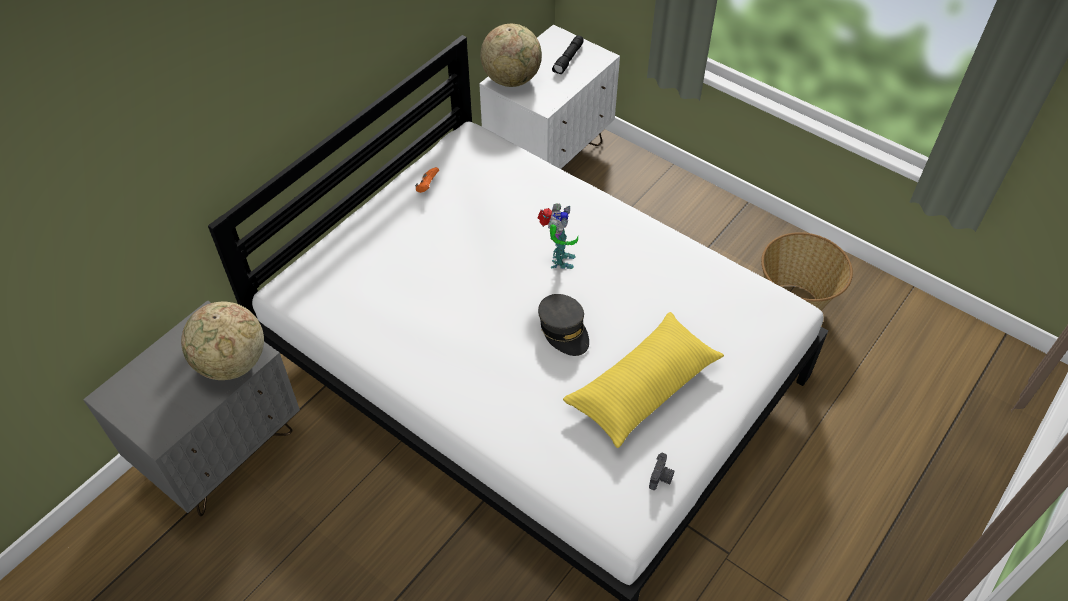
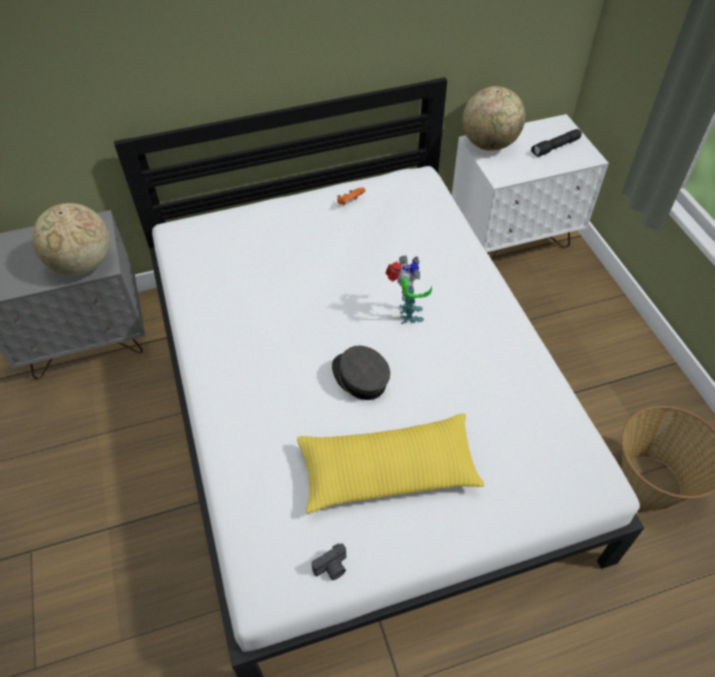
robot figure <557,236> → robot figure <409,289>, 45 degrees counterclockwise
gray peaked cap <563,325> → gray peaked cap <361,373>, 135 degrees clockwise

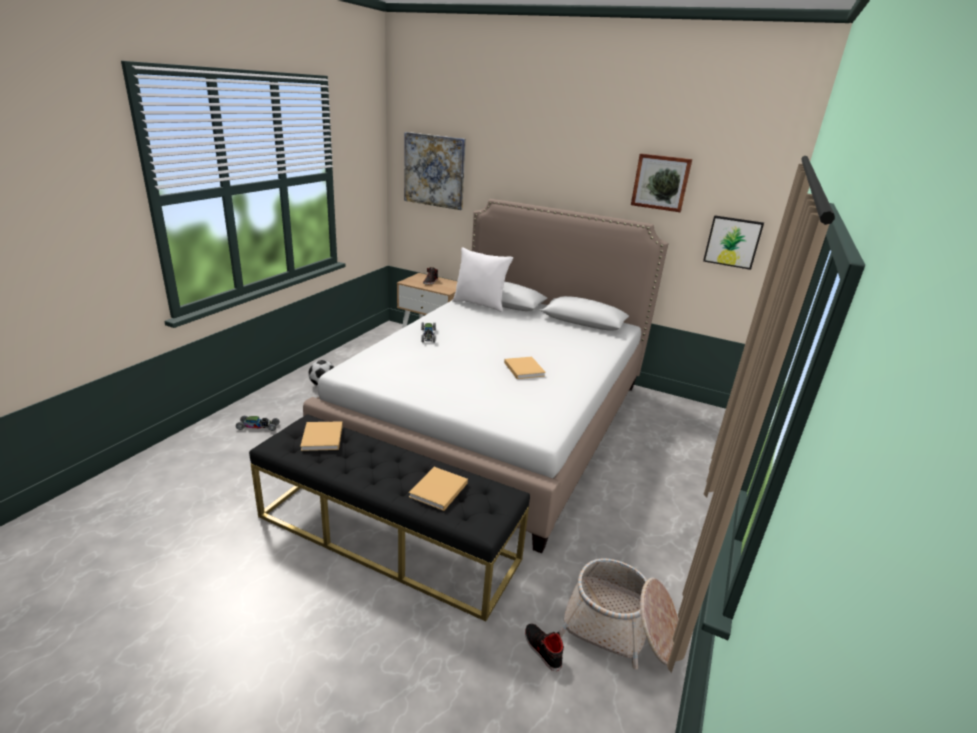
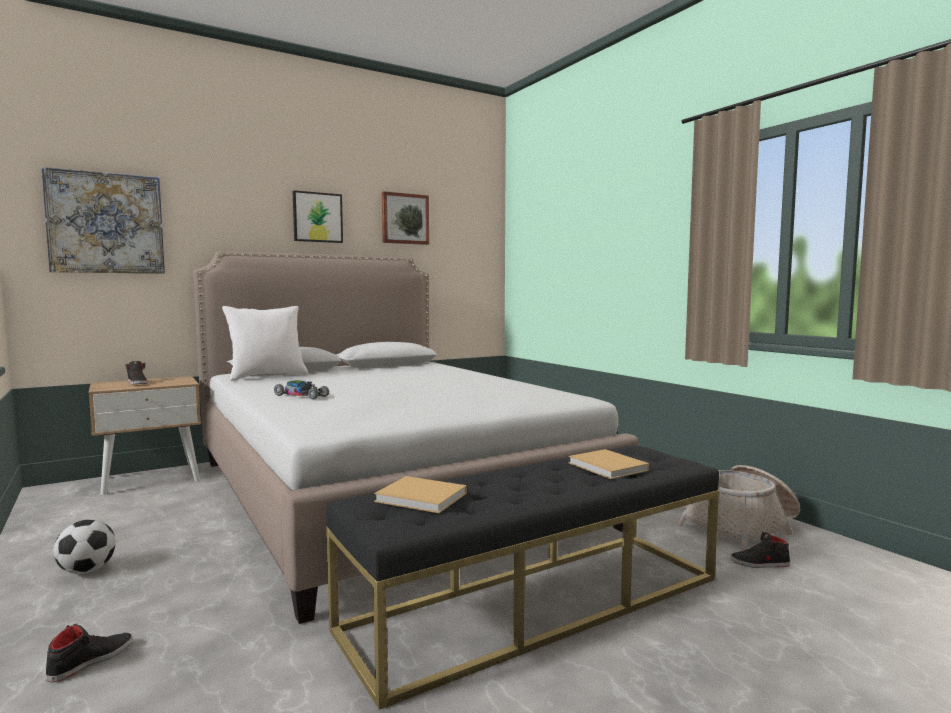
wall art <733,243> → wall art <318,216>, shifted
beige-coloured volume <525,368> → -
toy car <258,423> → black-coloured item of footwear <89,653>

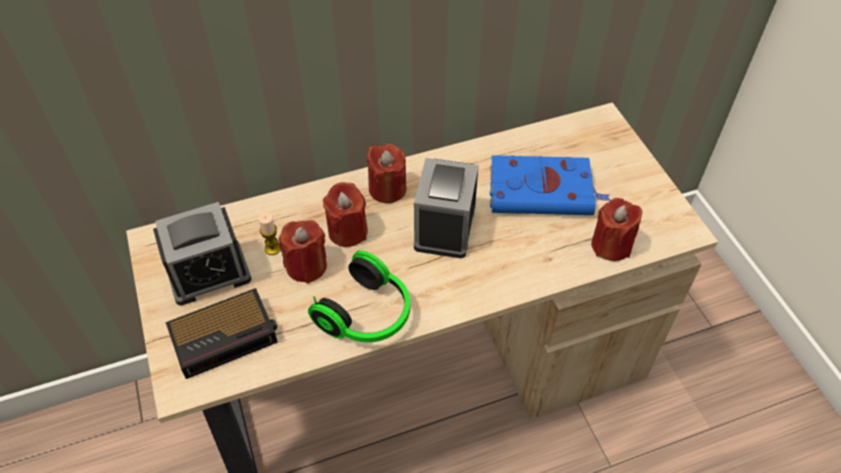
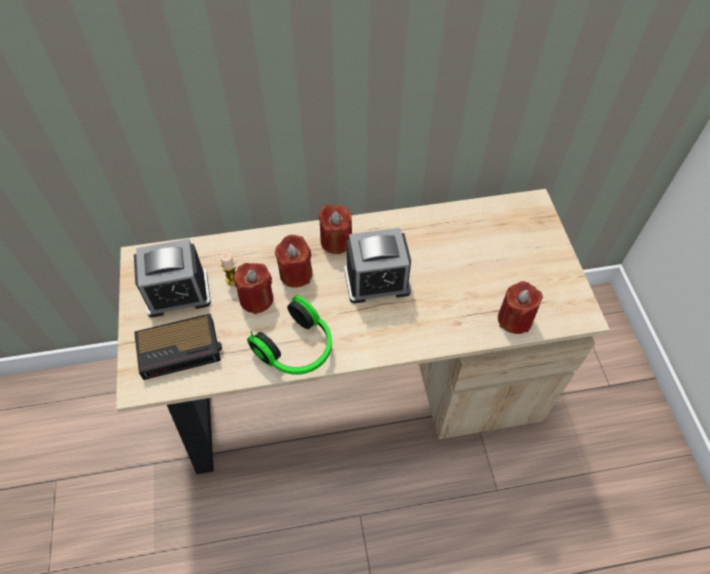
bluish volume <550,185> → -
table clock <446,208> → table clock <377,265>, 120 degrees counterclockwise

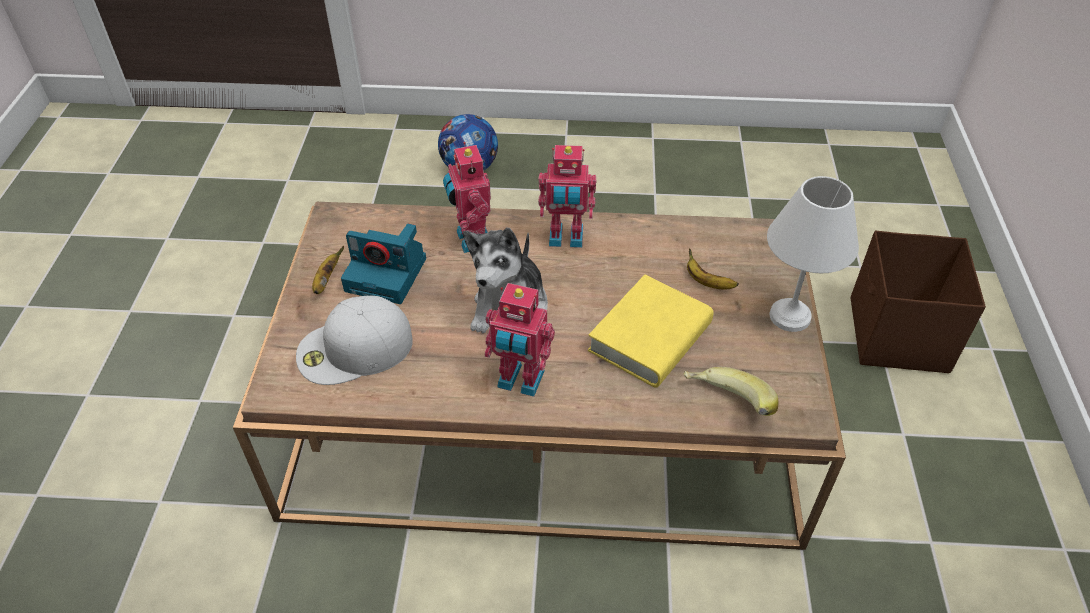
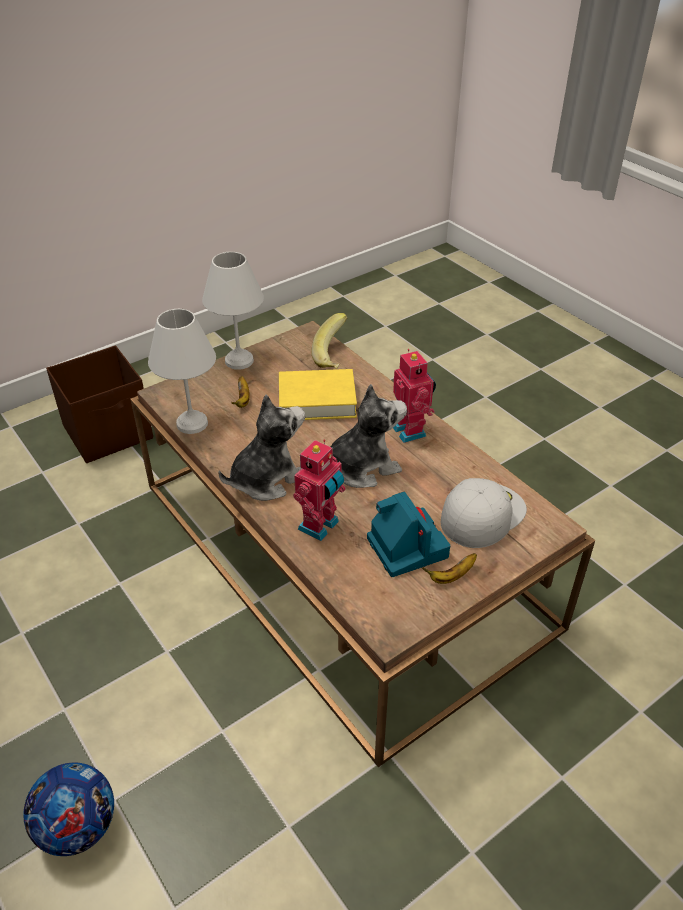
robot figure <567,196> → soft toy <261,447>
whitish peaked cap <354,340> → whitish peaked cap <484,513>, 75 degrees counterclockwise
- → whitish tabletop lamp <182,371>

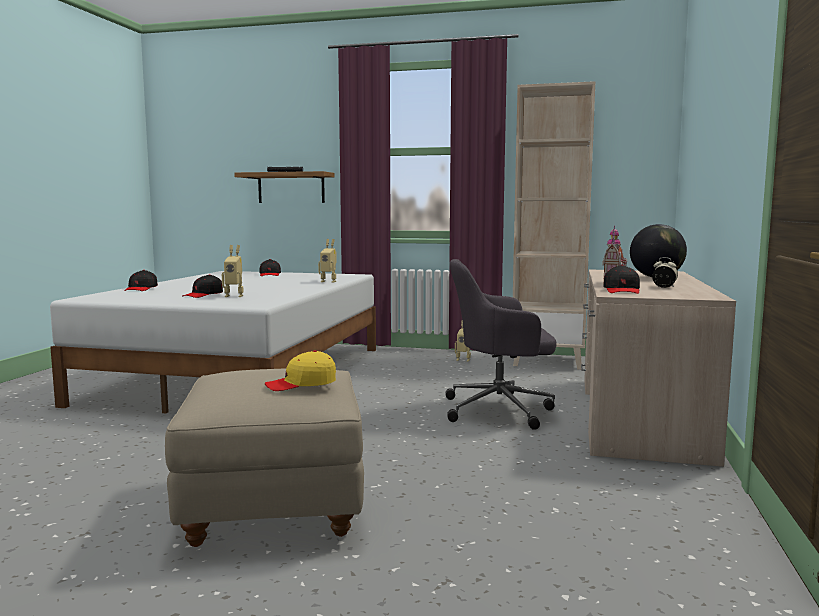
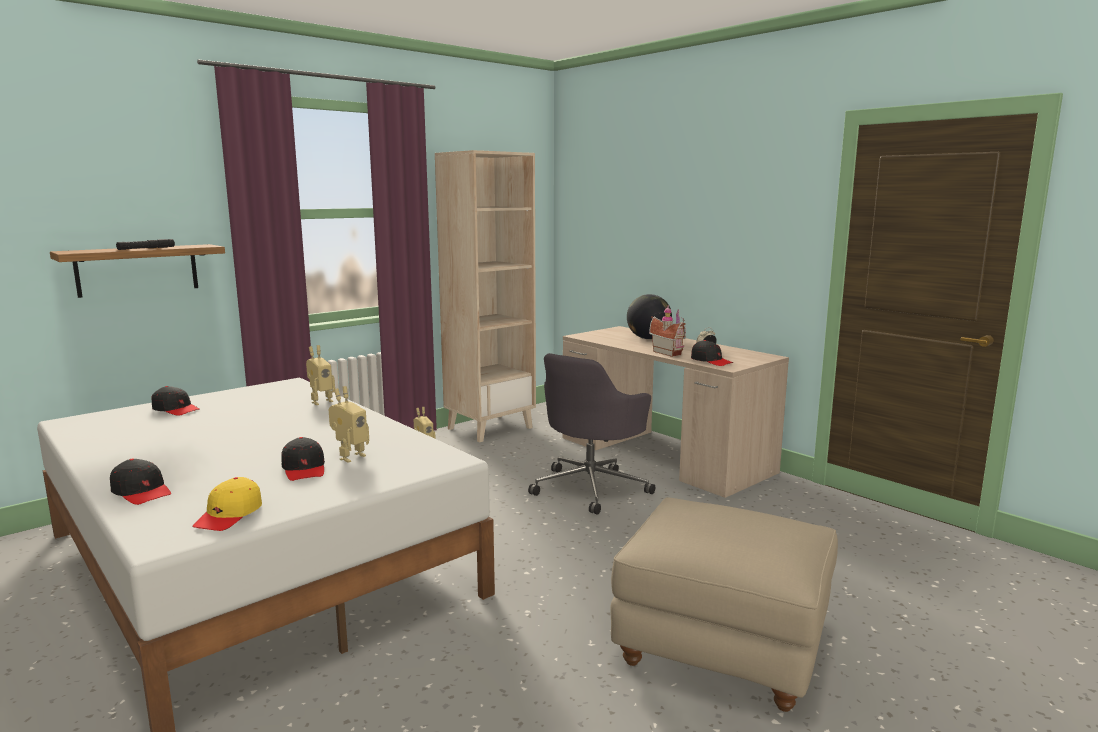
yellow peaked cap <300,370> → yellow peaked cap <227,504>, shifted

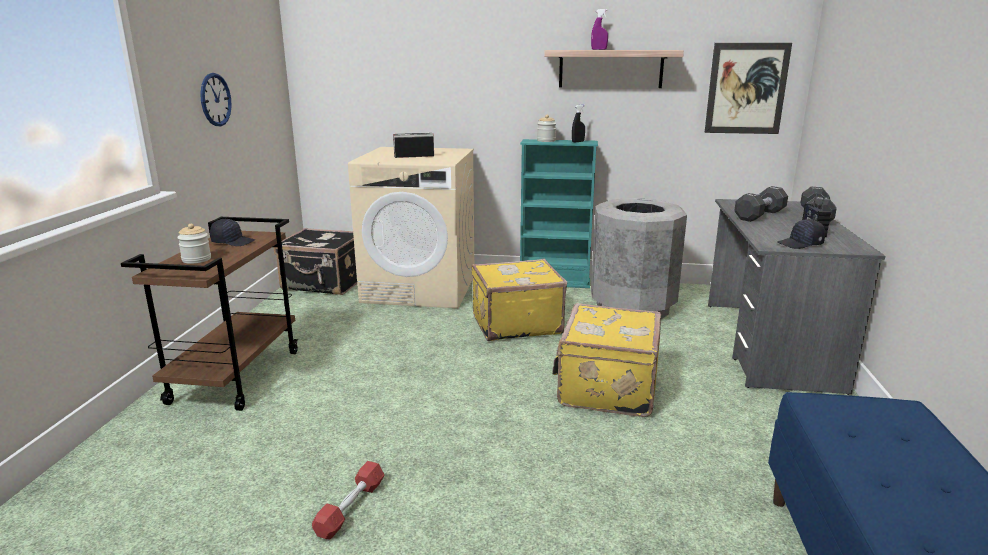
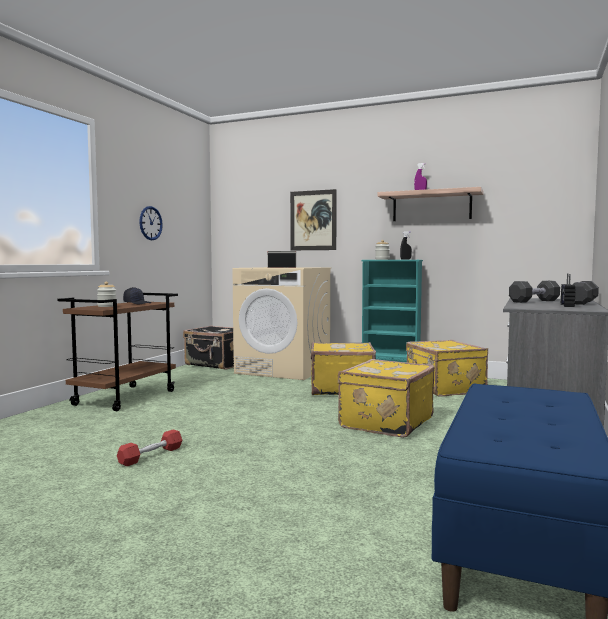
wall art <748,88> → wall art <313,219>, shifted
gray waste bin <639,258> → yellow travel case <447,368>
black-coloured peaked cap <801,234> → -

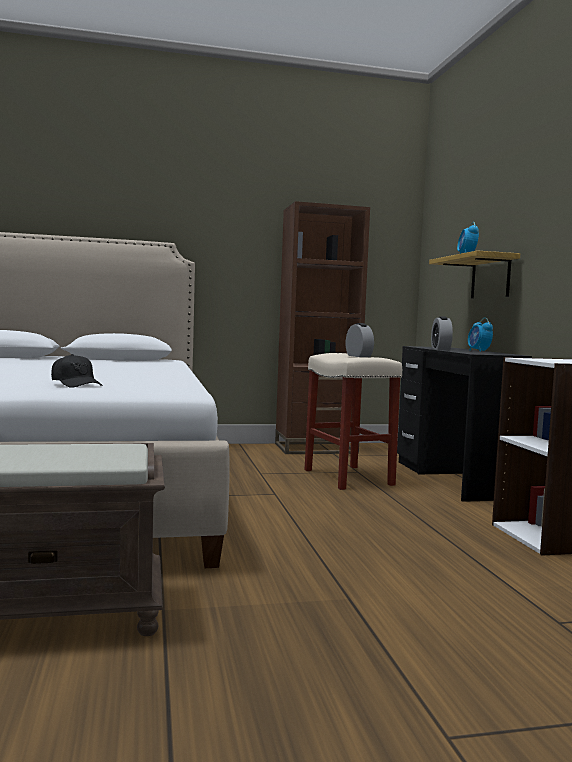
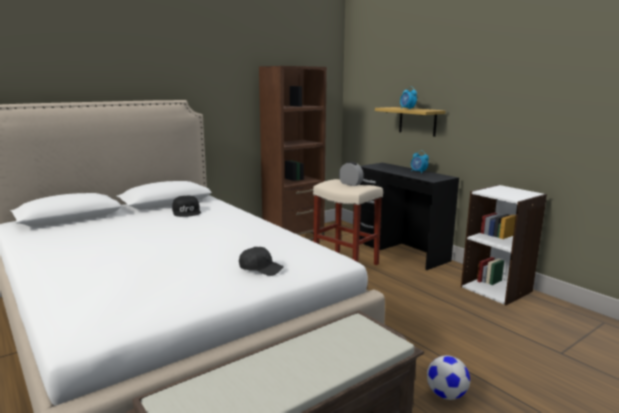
table clock <442,333> → -
- → black-coloured peaked cap <186,206>
- → ball for football <448,377>

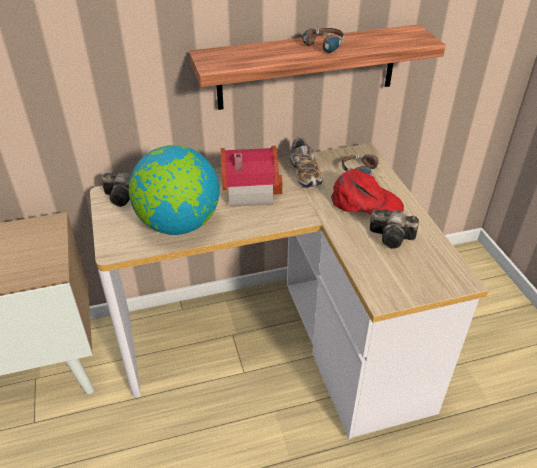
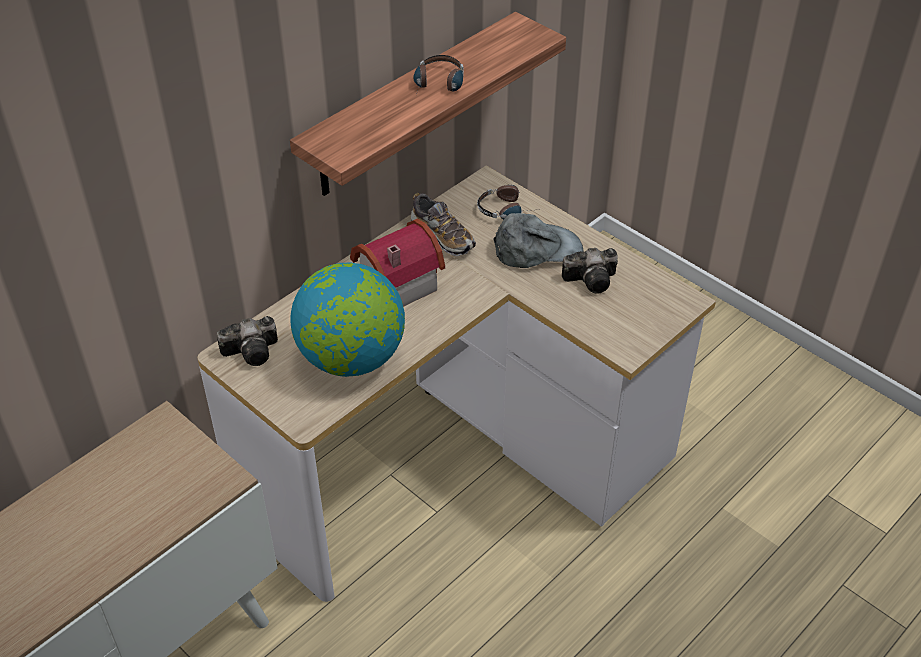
red peaked cap <367,192> → gray peaked cap <538,240>

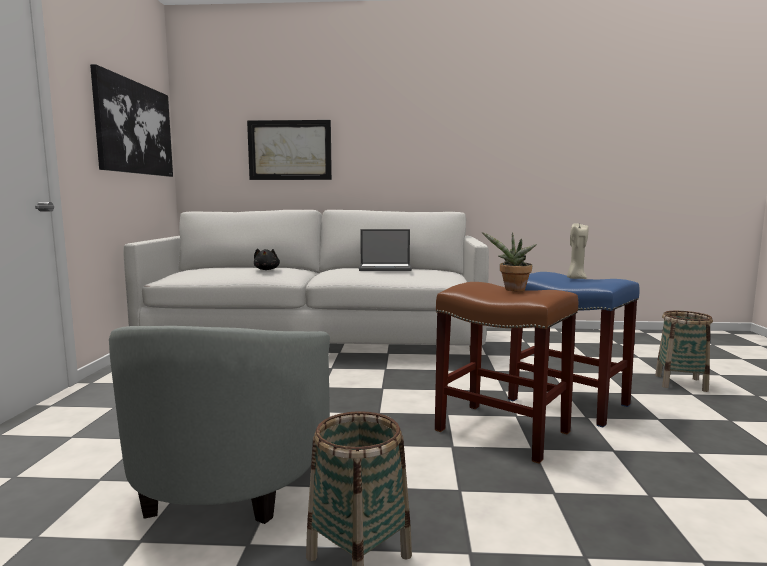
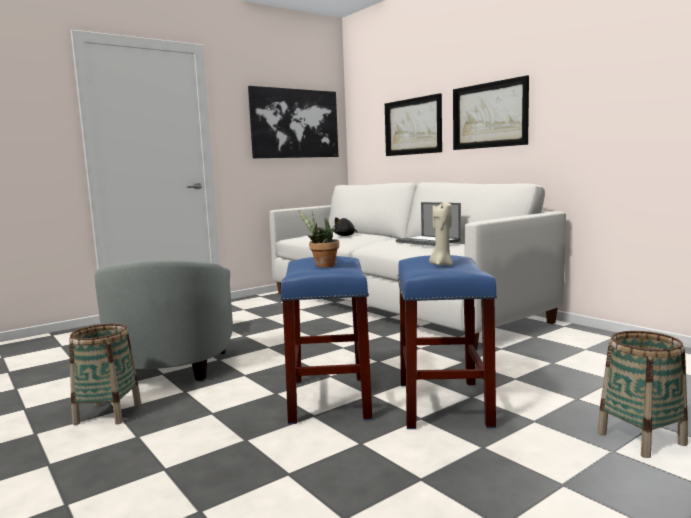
brown sitting stool <506,373> → bluish sitting stool <326,340>
gray armchair <219,425> → gray armchair <164,320>, 60 degrees counterclockwise
- → wall art <491,113>

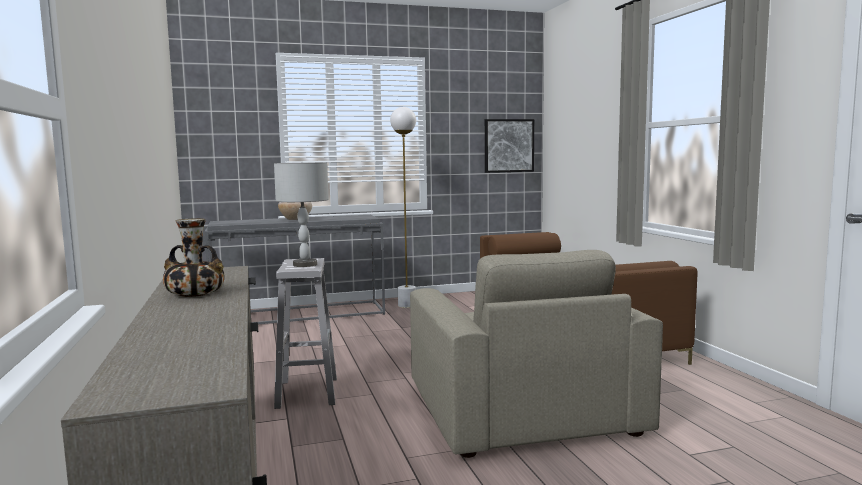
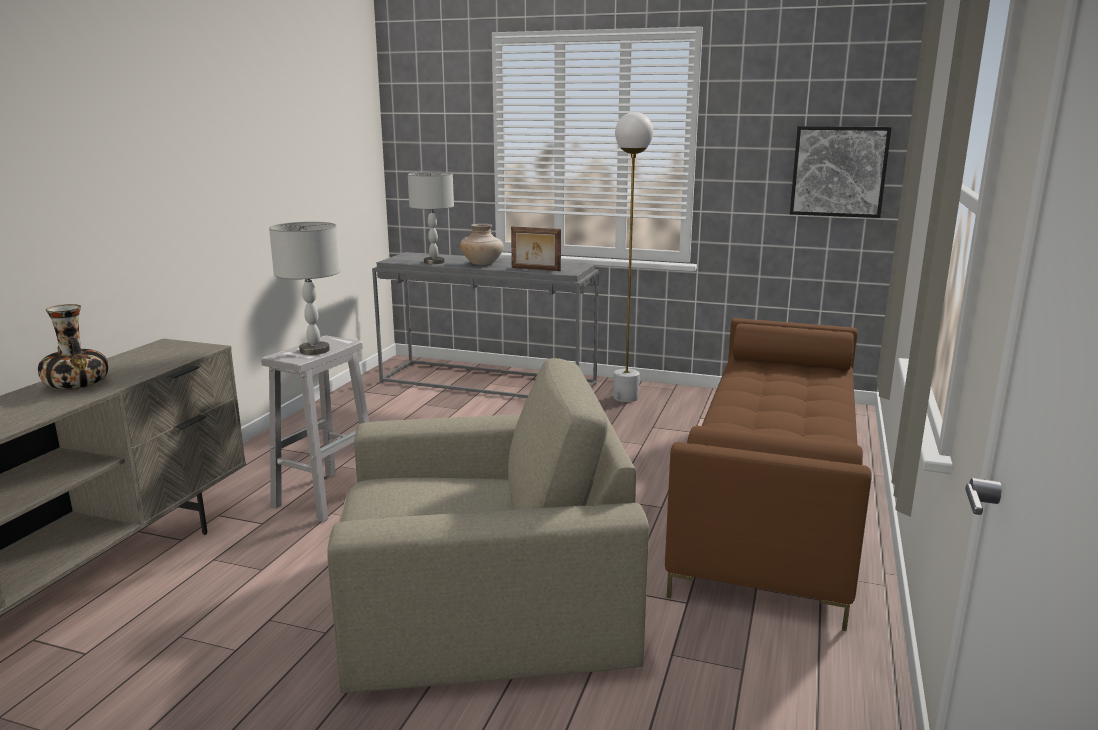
beige-coloured armchair <536,354> → beige-coloured armchair <488,525>, 120 degrees counterclockwise
- → gray tabletop lamp <431,218>
- → photo frame <536,248>

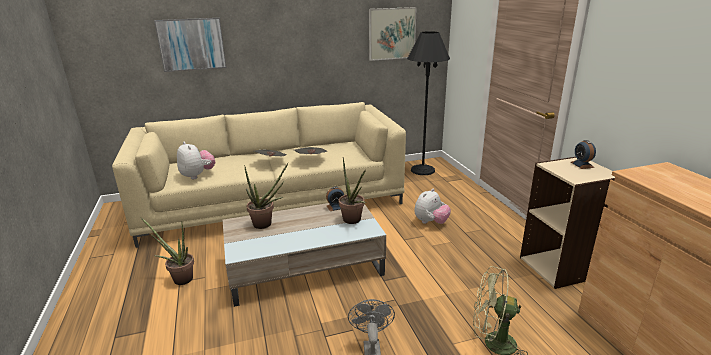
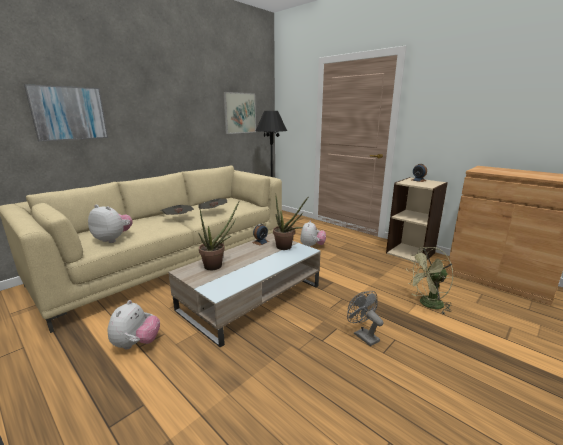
plant in a pot <167,251> → soft toy <134,325>

